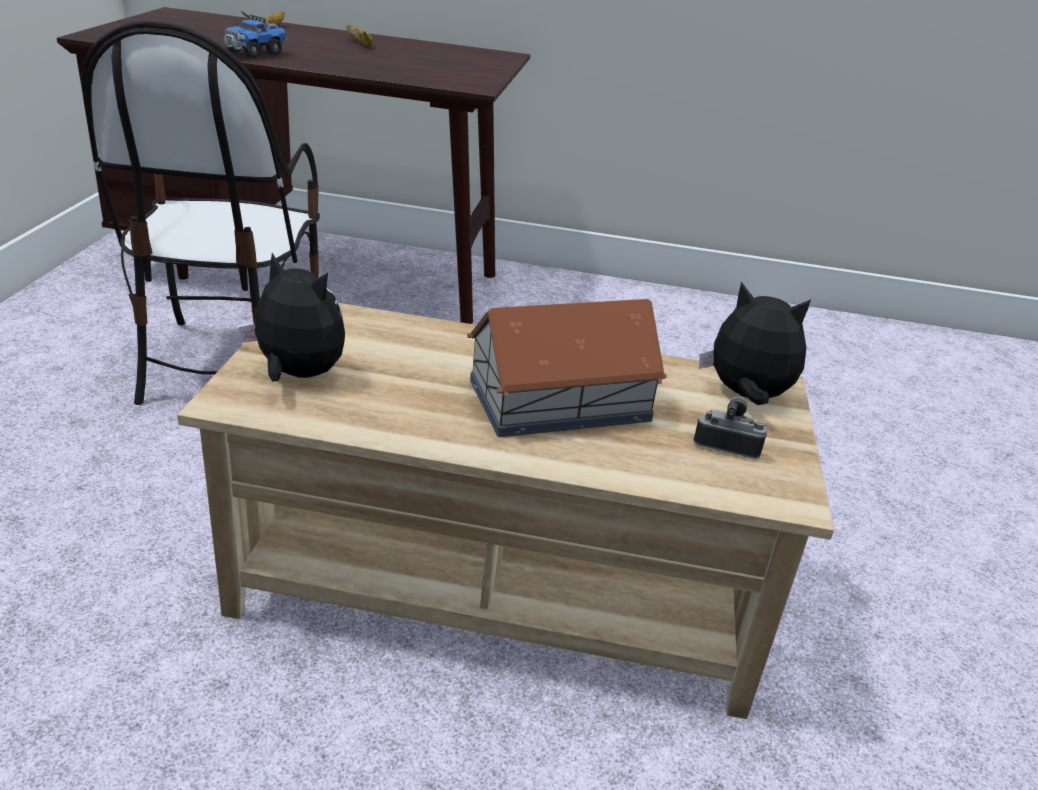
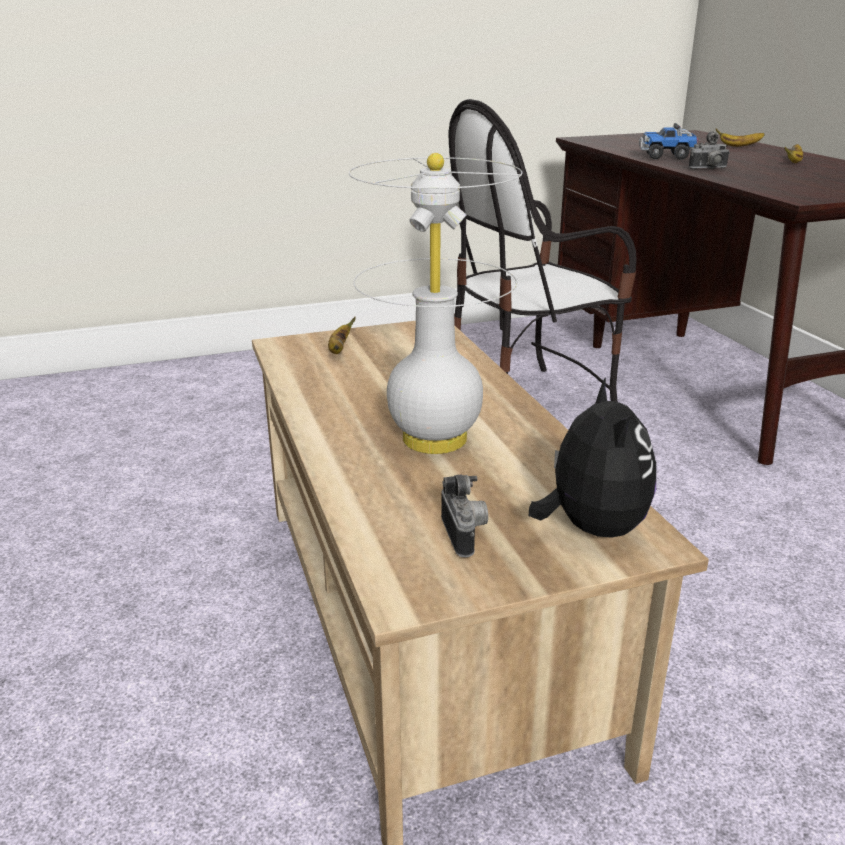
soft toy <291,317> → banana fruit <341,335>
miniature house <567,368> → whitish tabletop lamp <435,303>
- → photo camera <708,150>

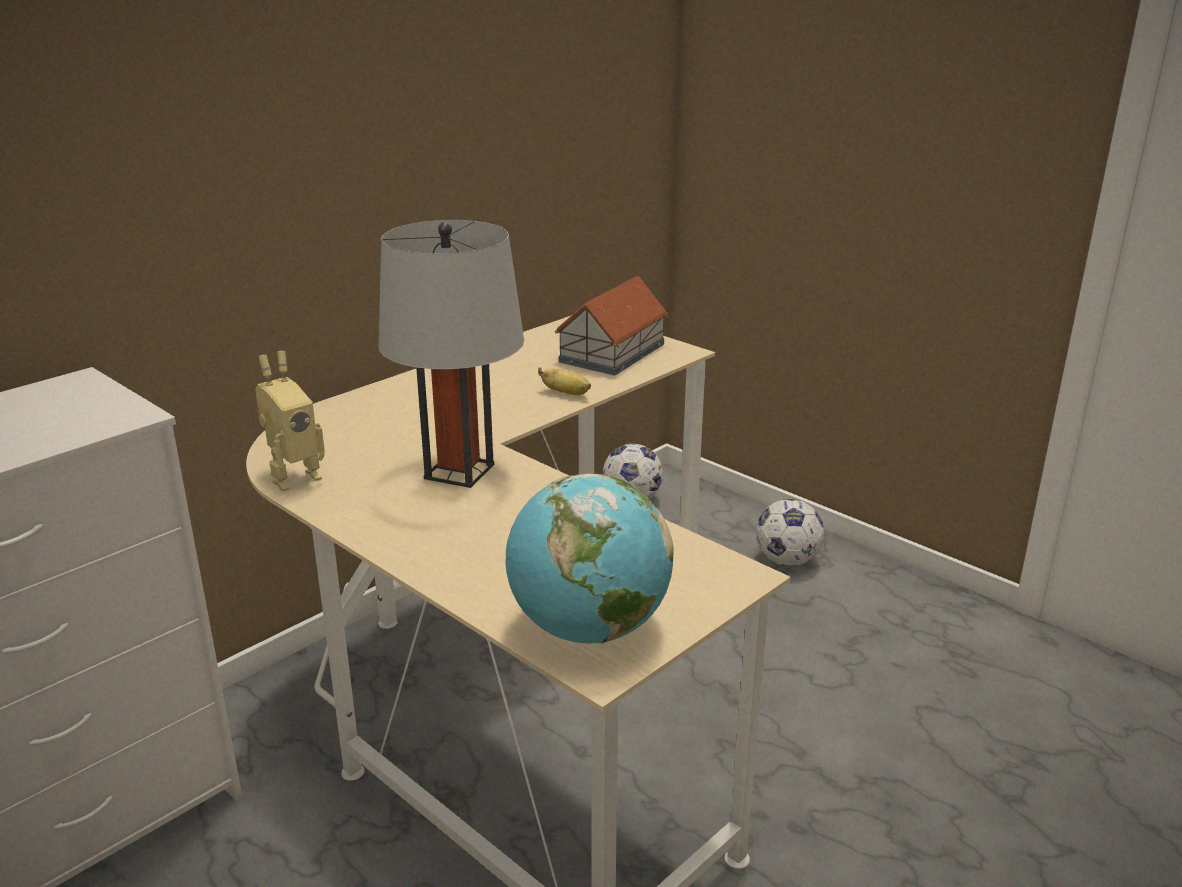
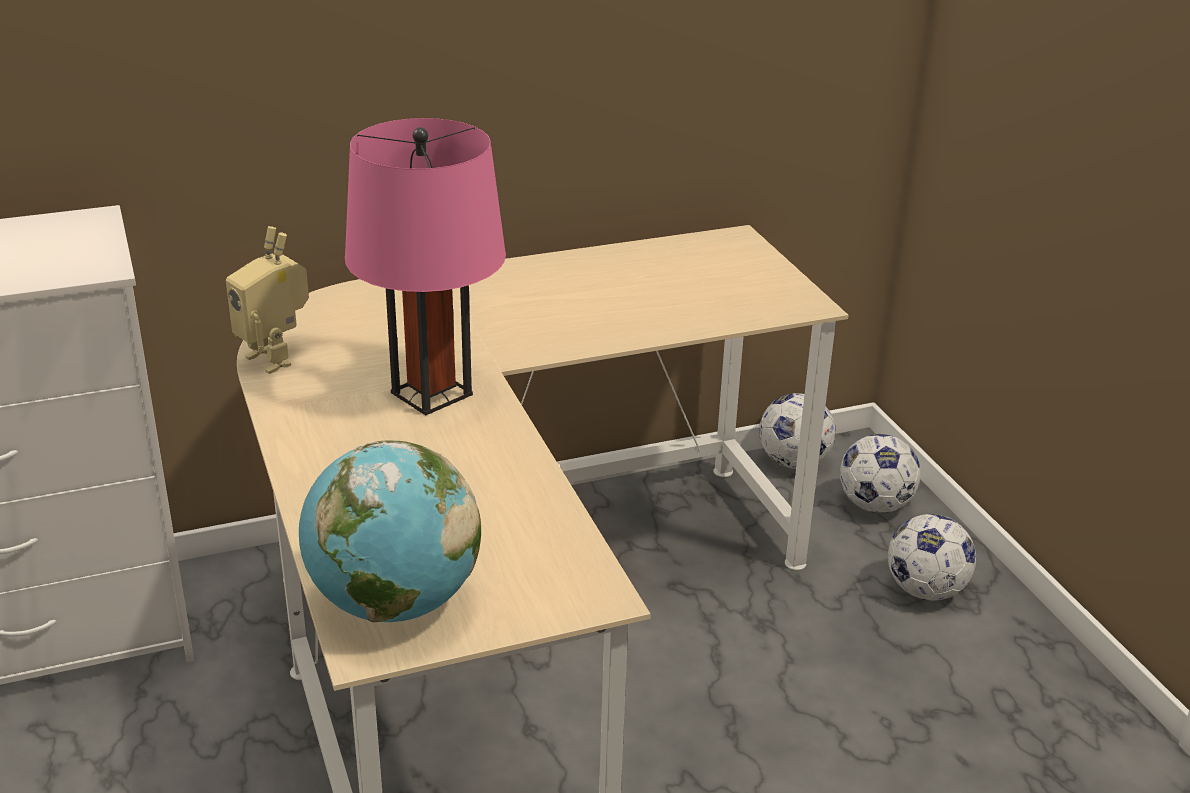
gray tabletop lamp <451,354> → pink tabletop lamp <425,266>
miniature house <611,325> → -
robot figure <290,421> → robot figure <267,300>, 60 degrees clockwise
banana fruit <564,381> → -
- → ball for football <880,473>

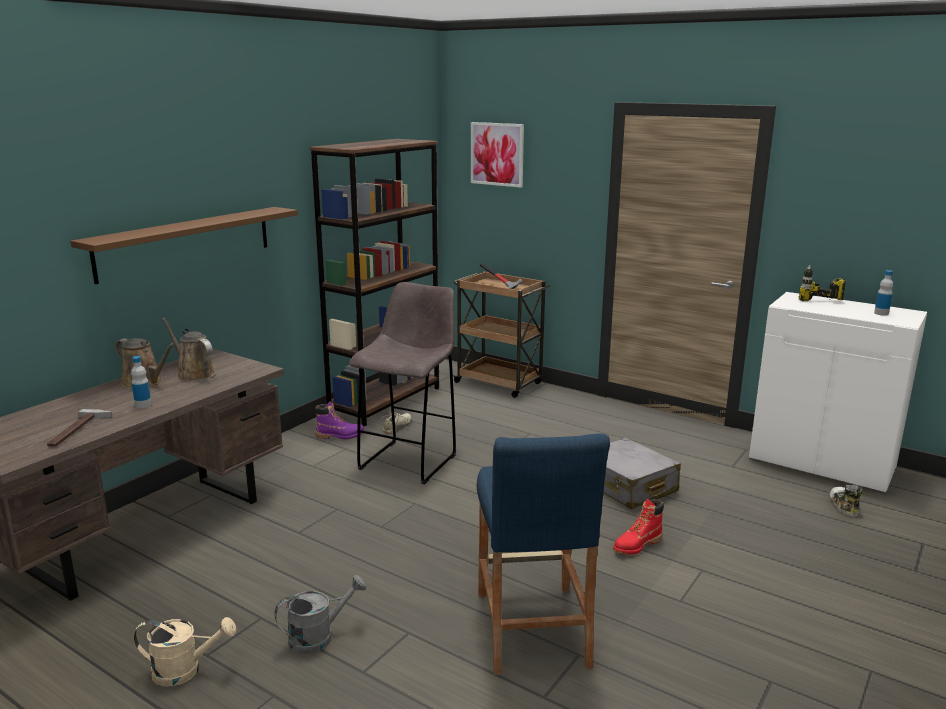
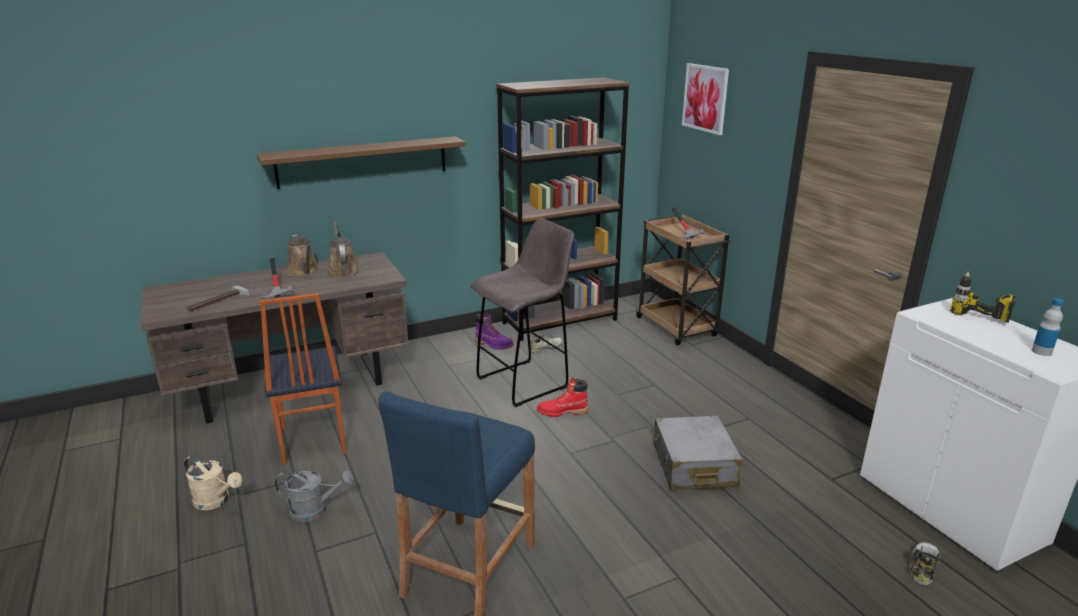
bottle <141,382> → tool hammer <277,278>
red tall boot <638,527> → red tall boot <563,397>, shifted
- → plain chair <303,379>

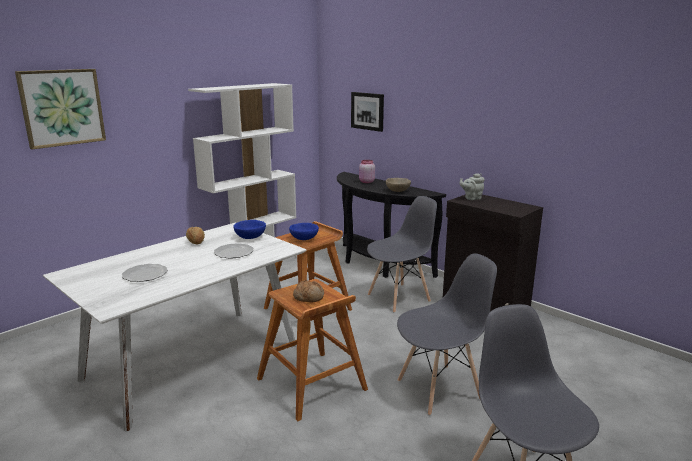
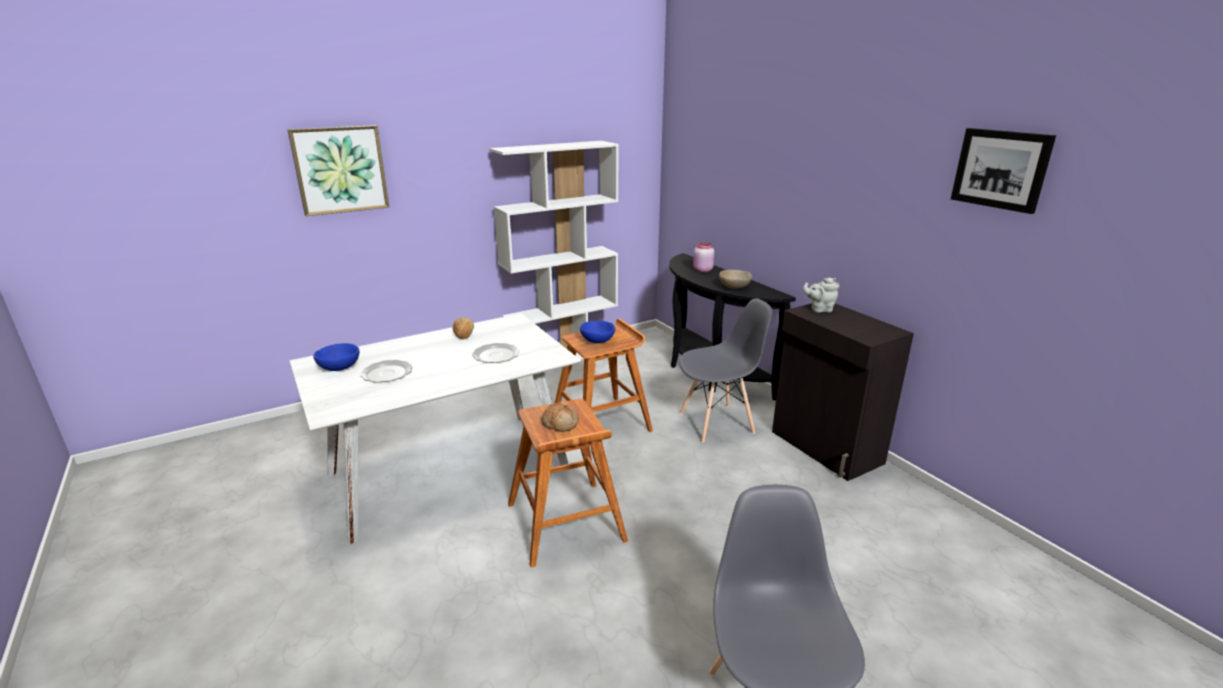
wall art <367,112> → wall art <1003,171>, shifted
bluish serving bowl <249,229> → bluish serving bowl <336,357>, shifted
gray plain chair <447,334> → -

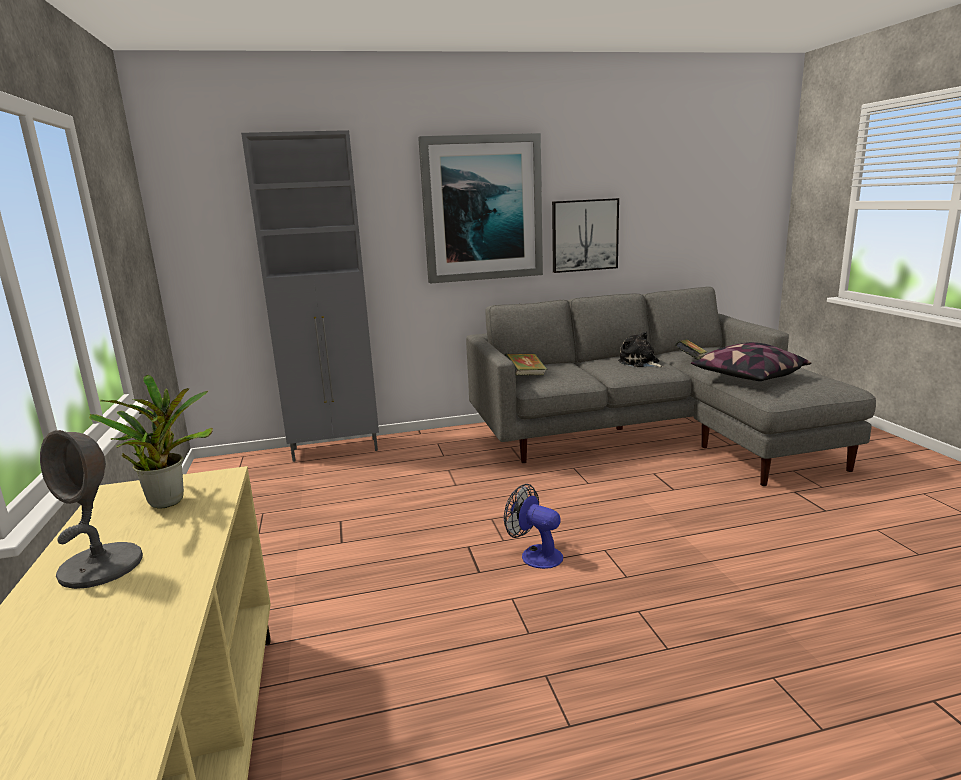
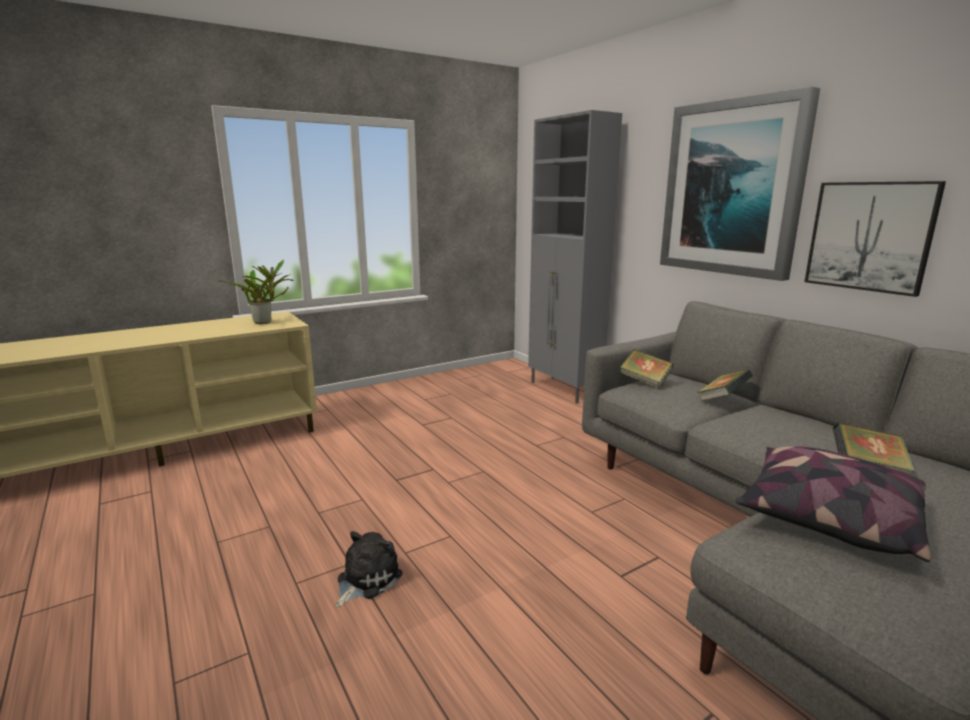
soft toy <641,349> → soft toy <369,569>, shifted
gray tabletop lamp <91,509> → -
cooling fan <533,526> → -
- → volume <725,385>

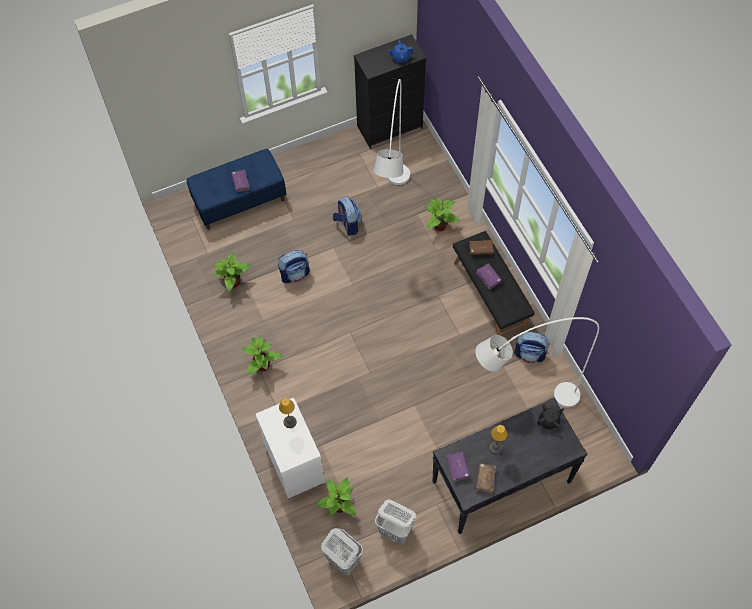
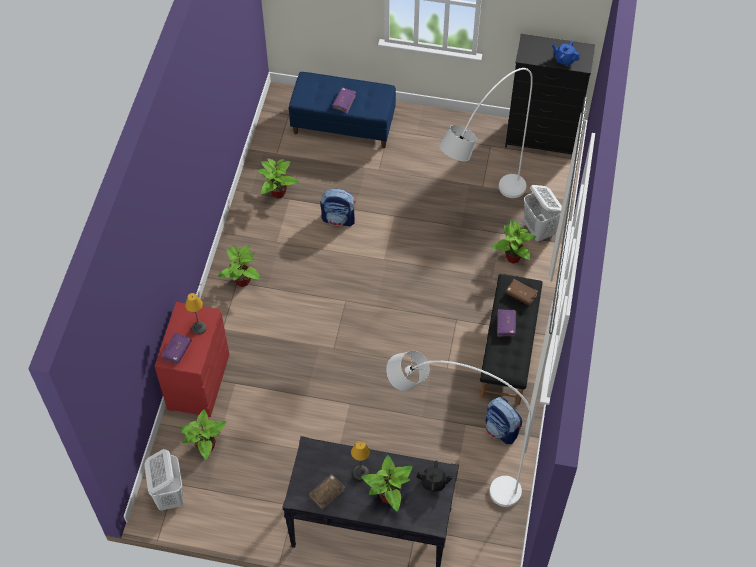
knapsack <347,216> → -
whitish chest of drawers <290,448> → red chest of drawers <192,359>
purplish volume <458,467> → purplish volume <176,348>, shifted
whitish washing basket <395,522> → whitish washing basket <543,214>, shifted
- → plant in a pot <387,483>

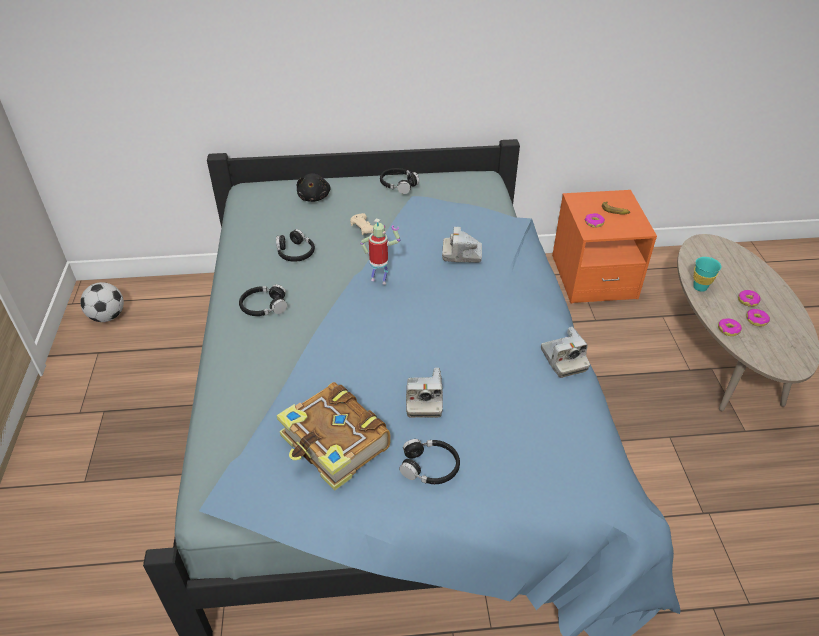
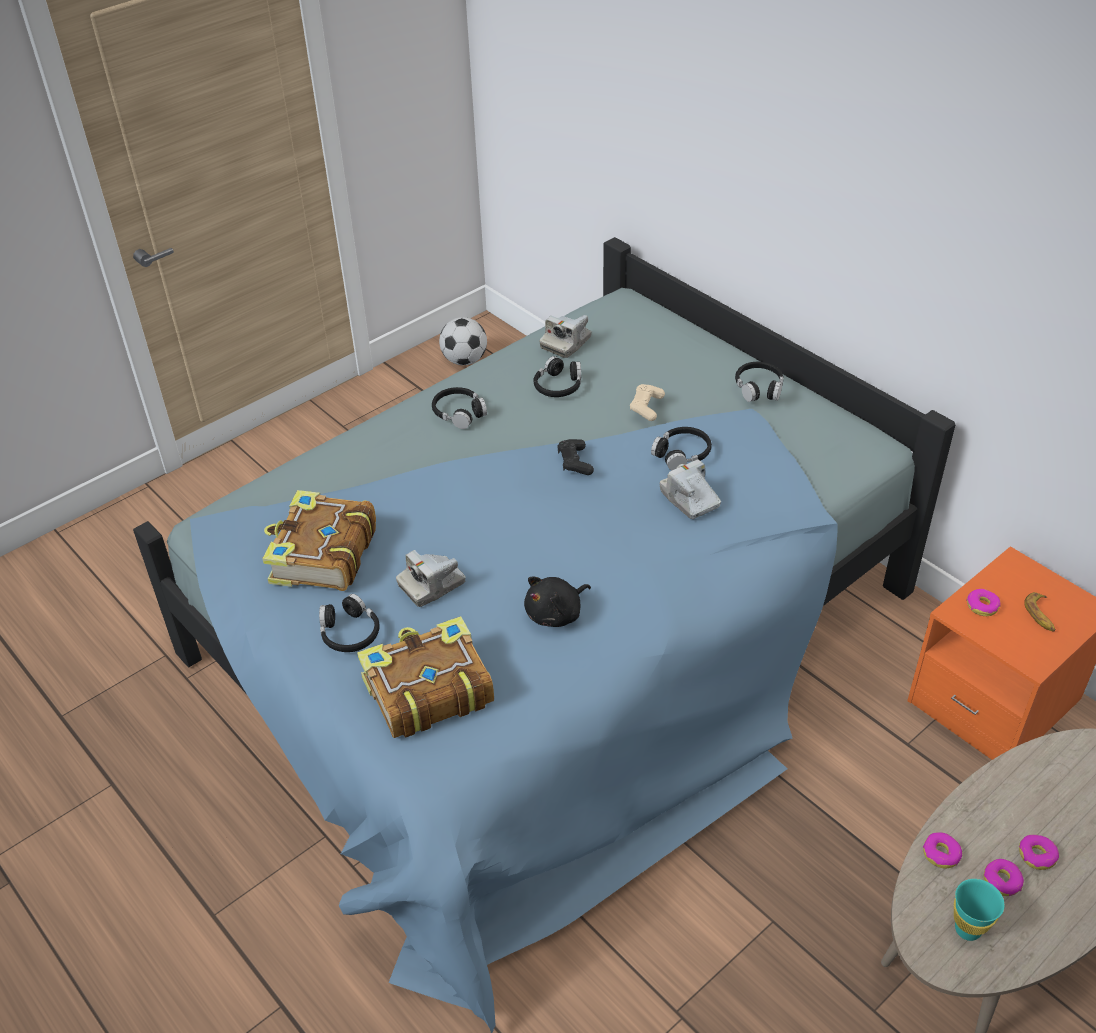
black-coloured soft toy <314,187> → black-coloured soft toy <557,602>, shifted
robot figure <380,252> → black-coloured joypad <575,457>
turquoise-coloured drinking cup <707,274> → turquoise-coloured drinking cup <979,910>, shifted
photo camera <565,352> → photo camera <566,336>, shifted
- → black-coloured headphones <681,448>
- → volume <425,677>

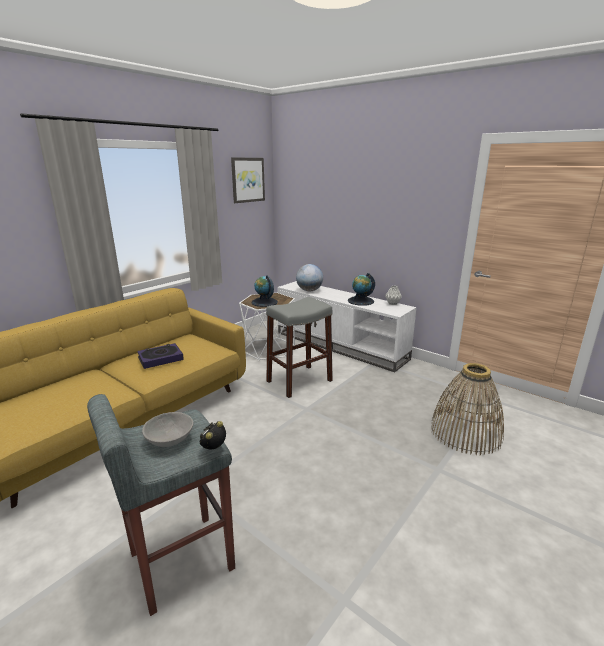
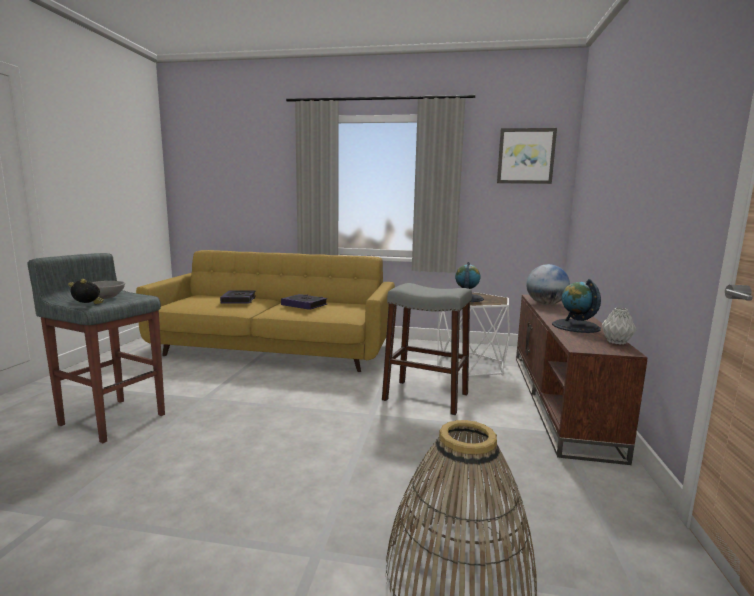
whitish tv stand <347,326> → brown tv stand <582,379>
- → volume <238,297>

